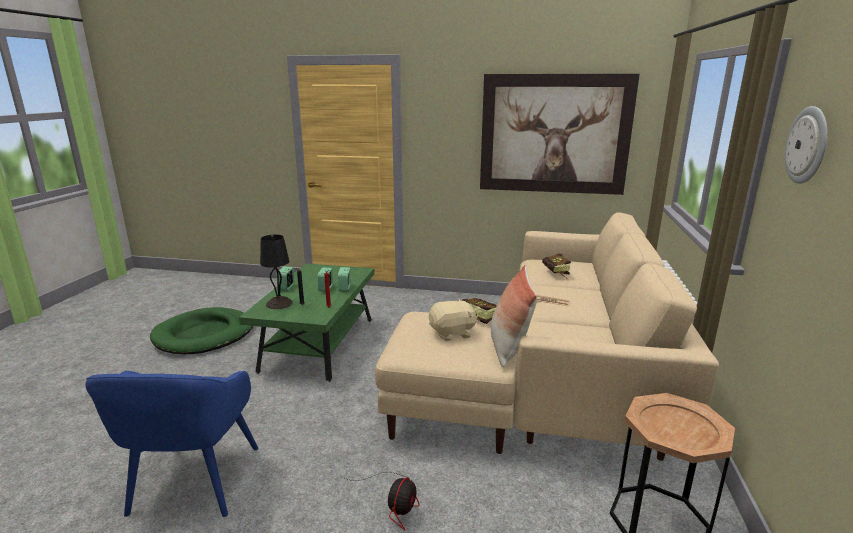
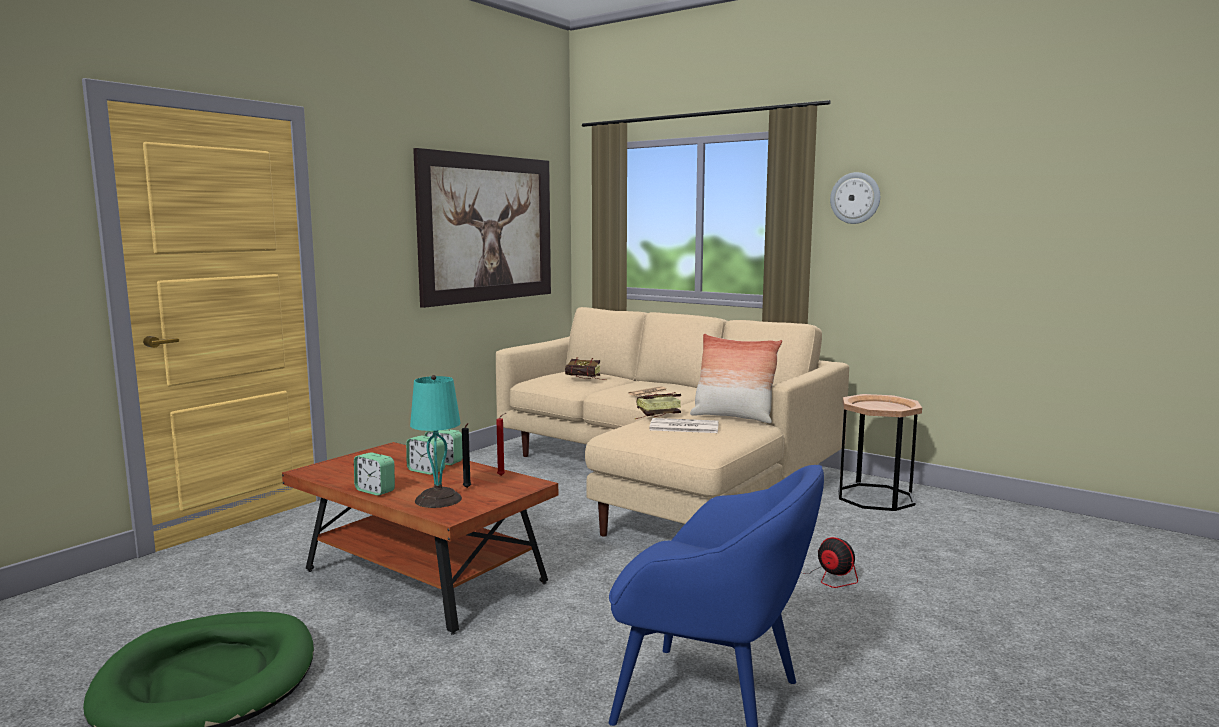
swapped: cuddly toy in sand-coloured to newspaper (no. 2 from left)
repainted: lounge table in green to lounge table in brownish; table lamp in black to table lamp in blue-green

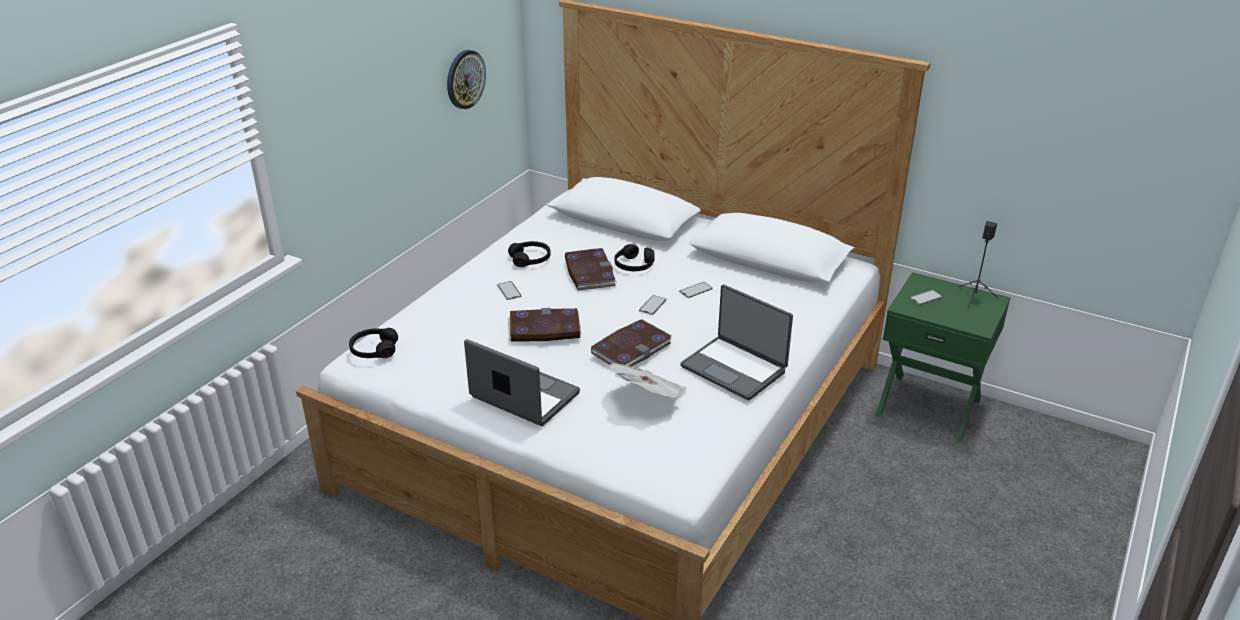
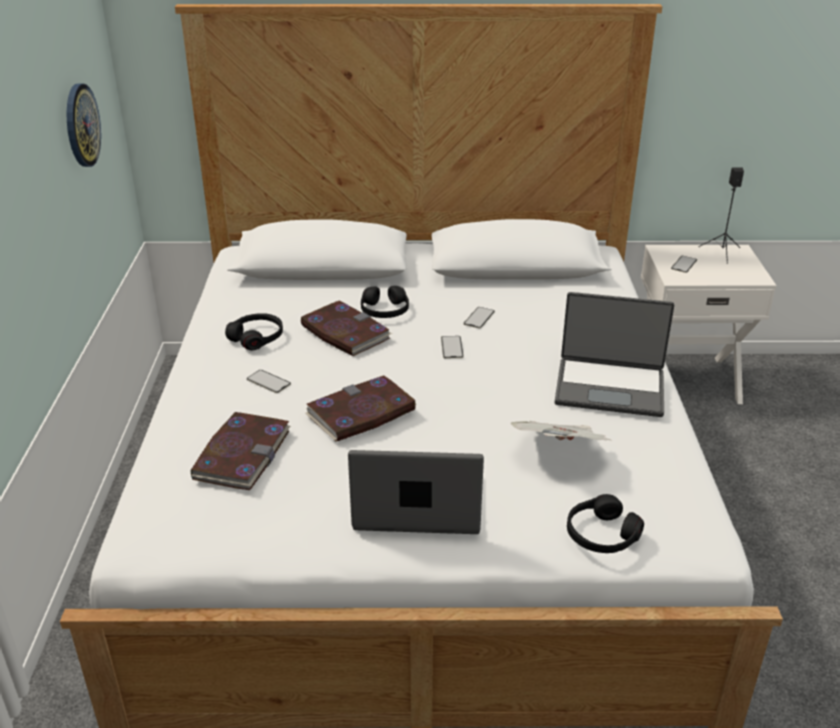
shifted: headset in black (no. 1 from left in the first image) to headset in black (no. 3 from left); bound book (no. 3 from left in the first image) to bound book (no. 1 from left)
repainted: night table in green to night table in white-coloured

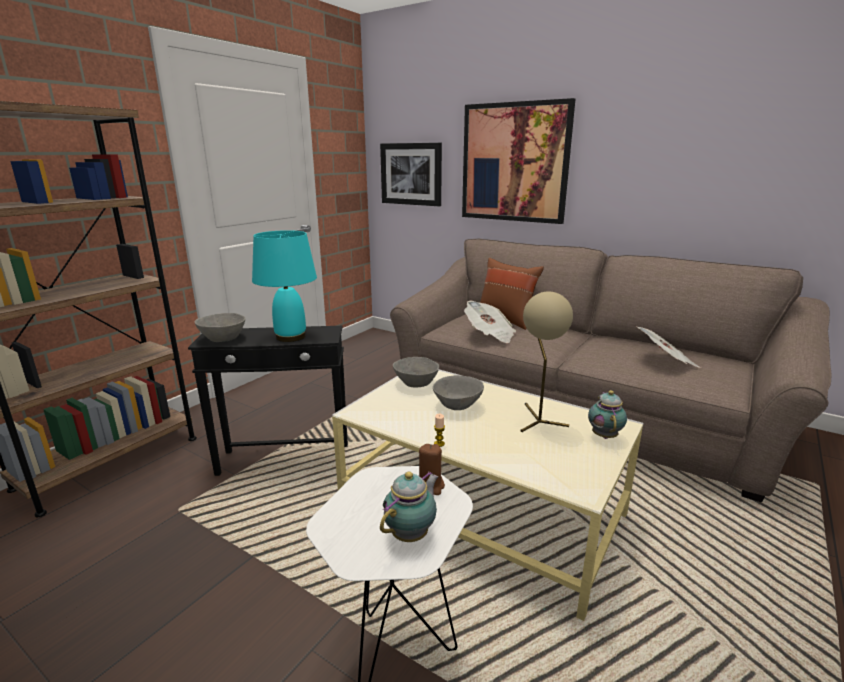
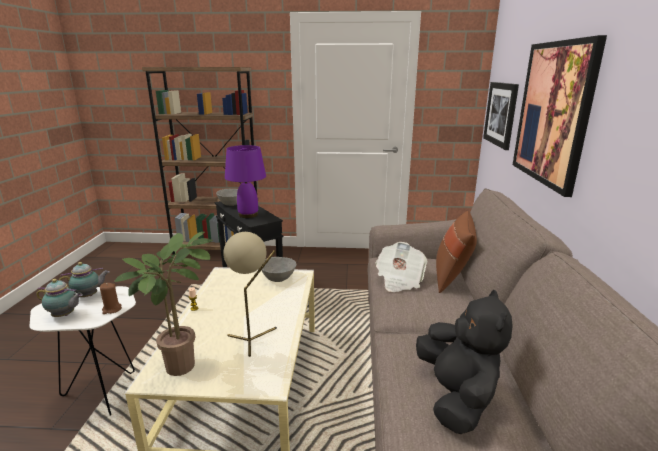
gone: bowl in gray (no. 3 from left)
new: houseplant
shifted: pot for tea (no. 2 from left)
swapped: newspaper (no. 2 from left) to cuddly toy in black
repainted: table lamp in blue-green to table lamp in purplish

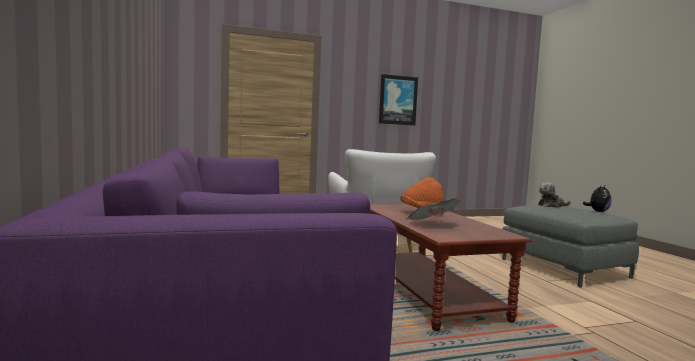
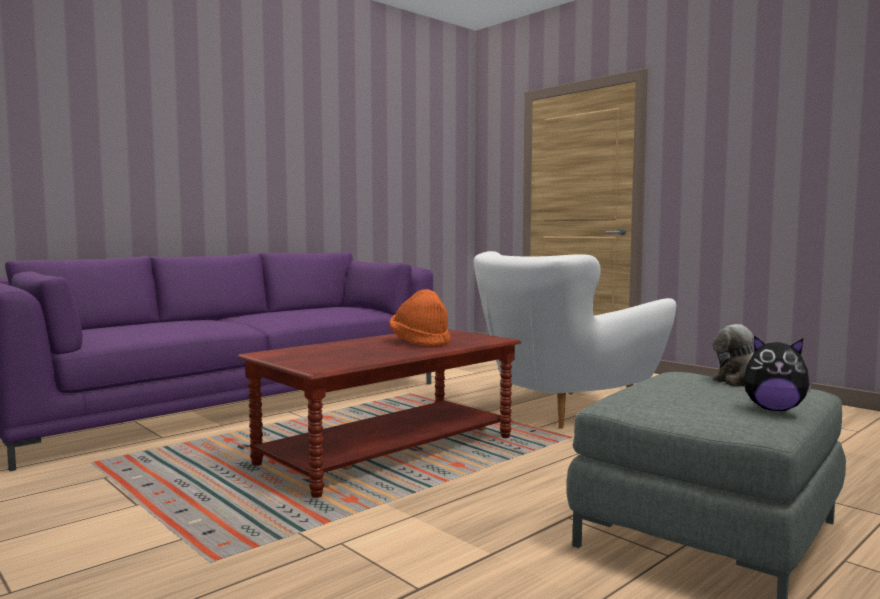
gone: picture; newspaper

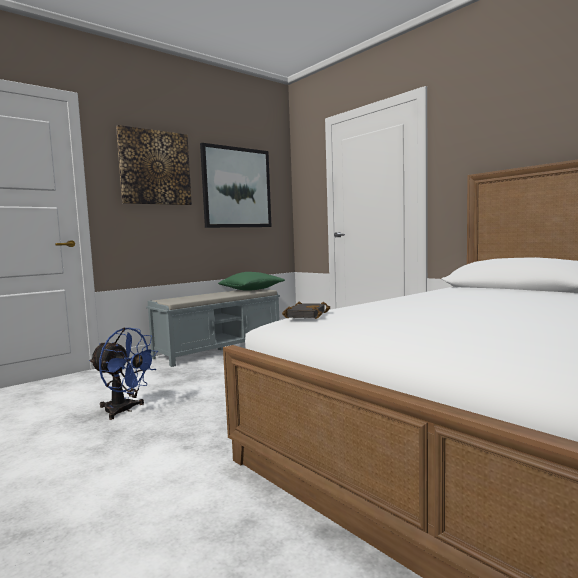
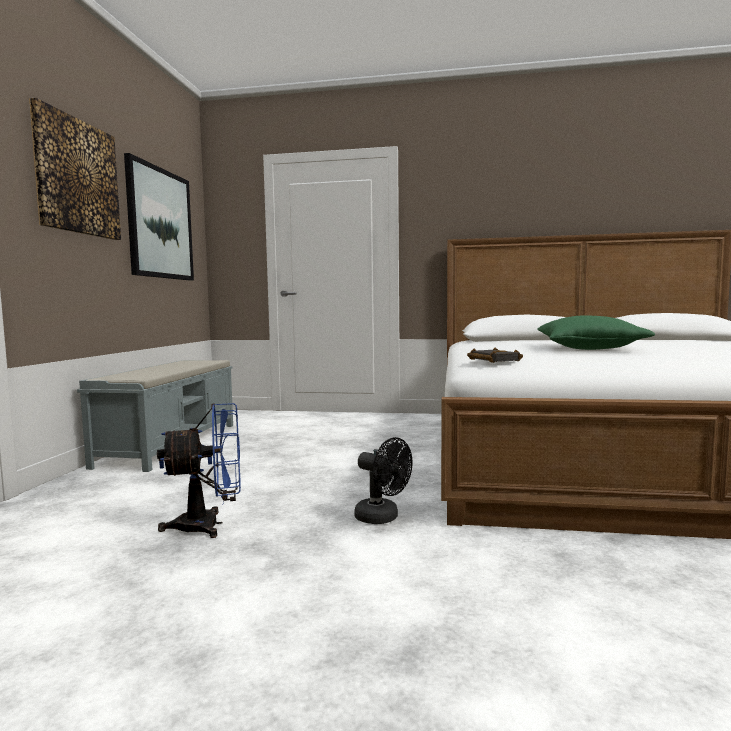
new: cooling fan in black
shifted: pillow in green

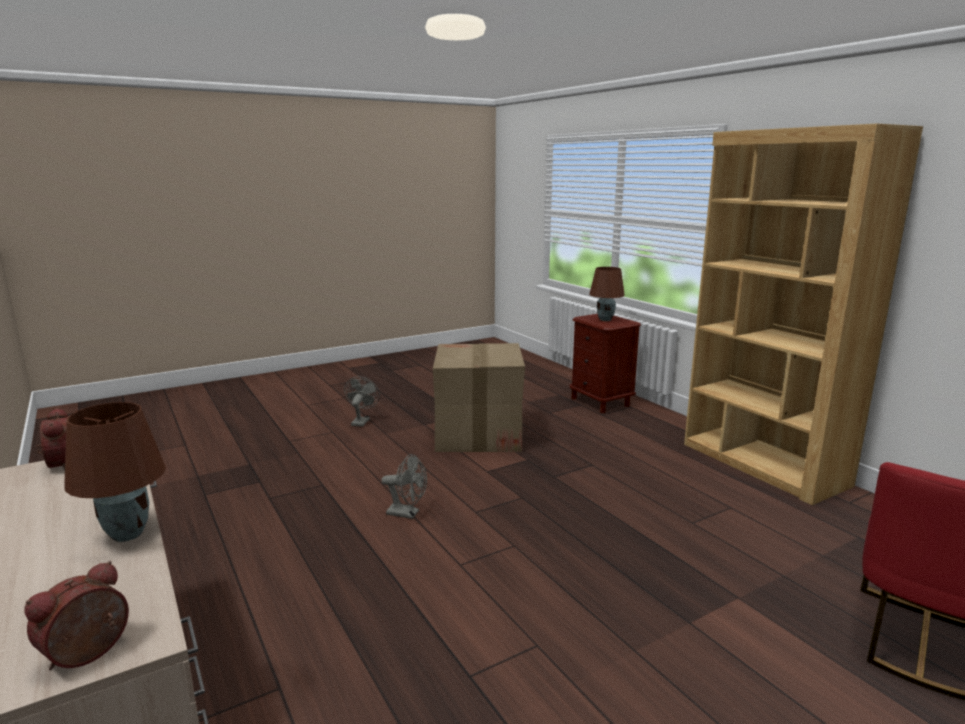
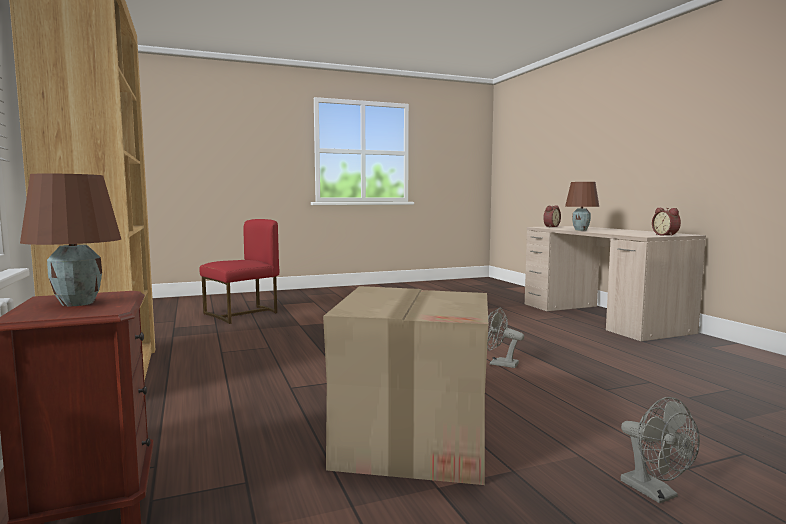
rotated: cooling fan in gray (no. 1 from left in the first image) 45 degrees counterclockwise

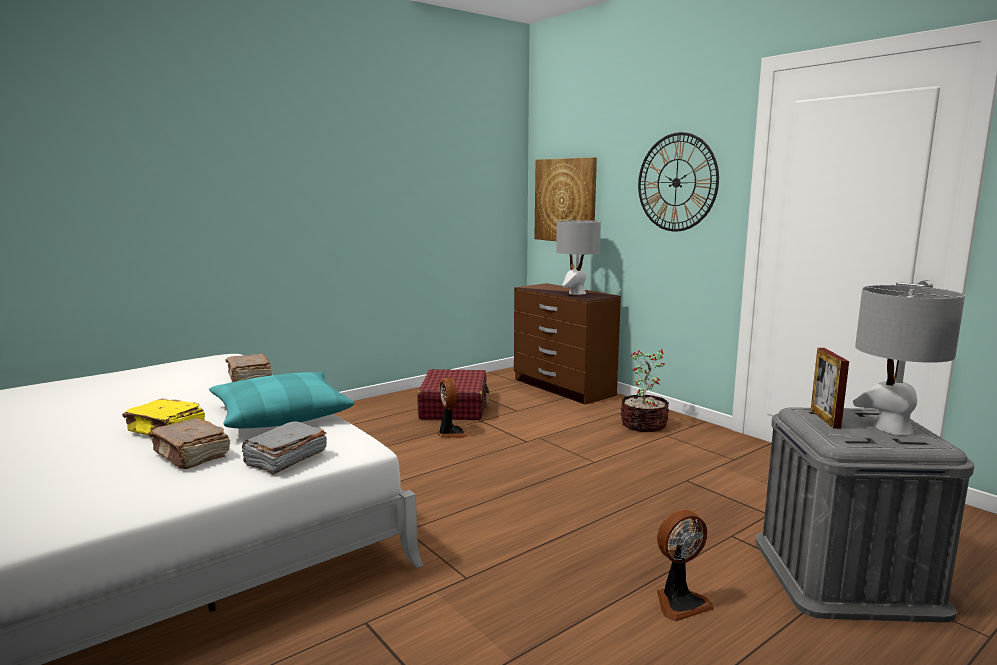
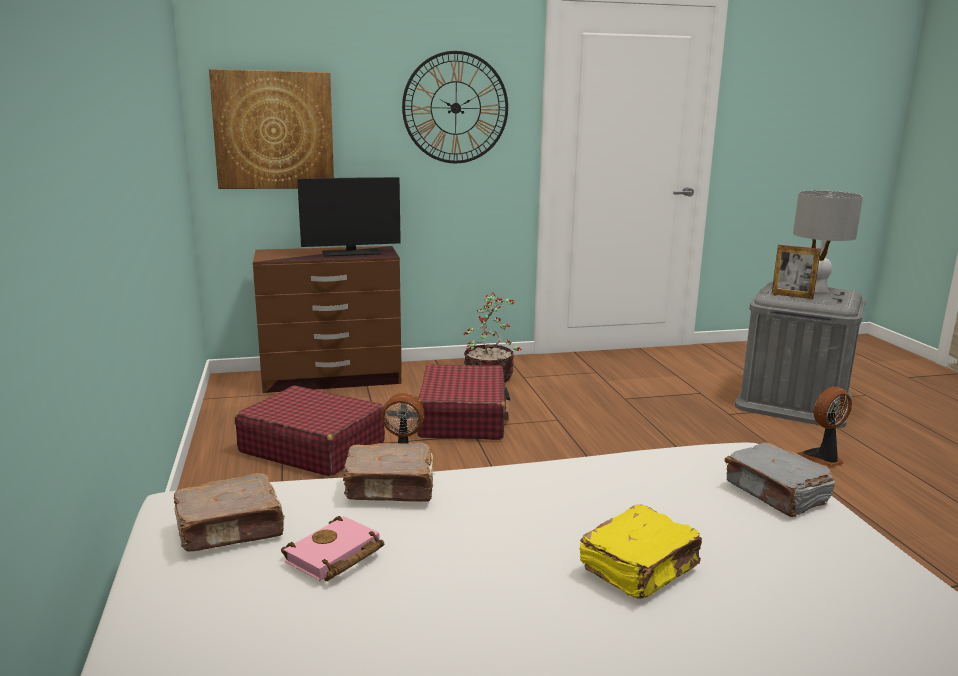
gone: pillow in blue-green
new: bound book in pink; suitcase in reddish (no. 2 from left)
shifted: bound book in brownish (no. 1 from left)
swapped: table lamp in gray (no. 1 from left) to monitor
rotated: cooling fan (no. 2 from left) 120 degrees counterclockwise

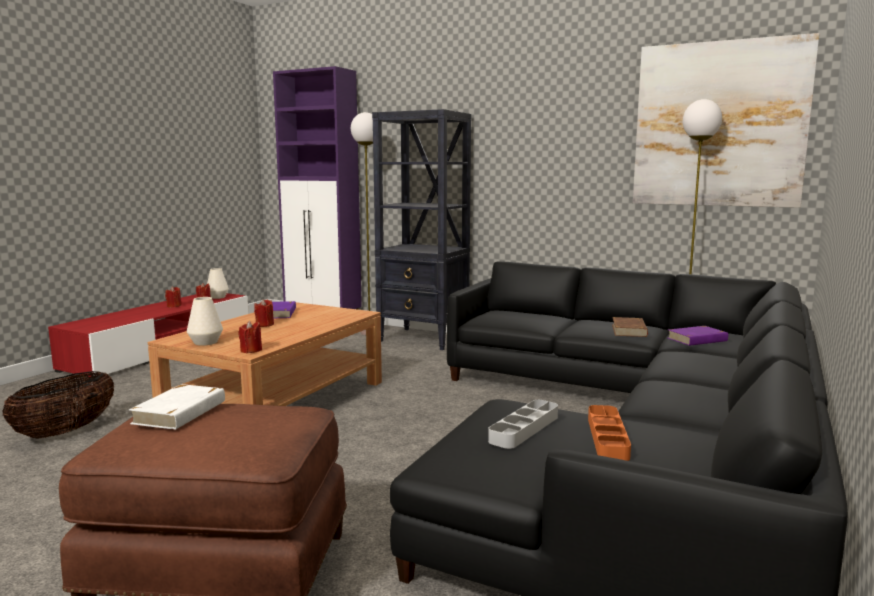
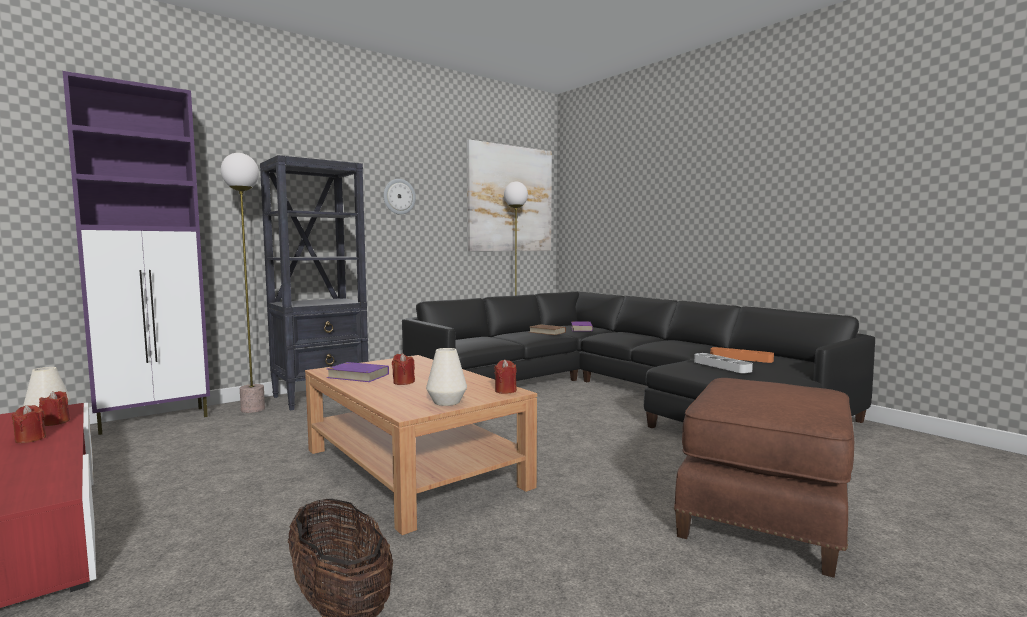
gone: bound book in white-coloured
new: clock on the wall

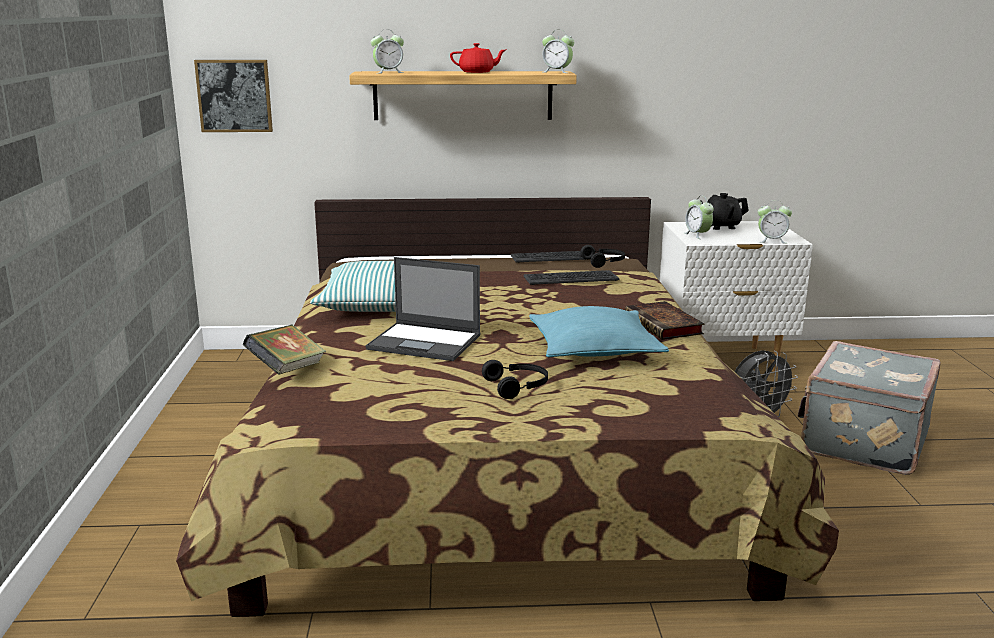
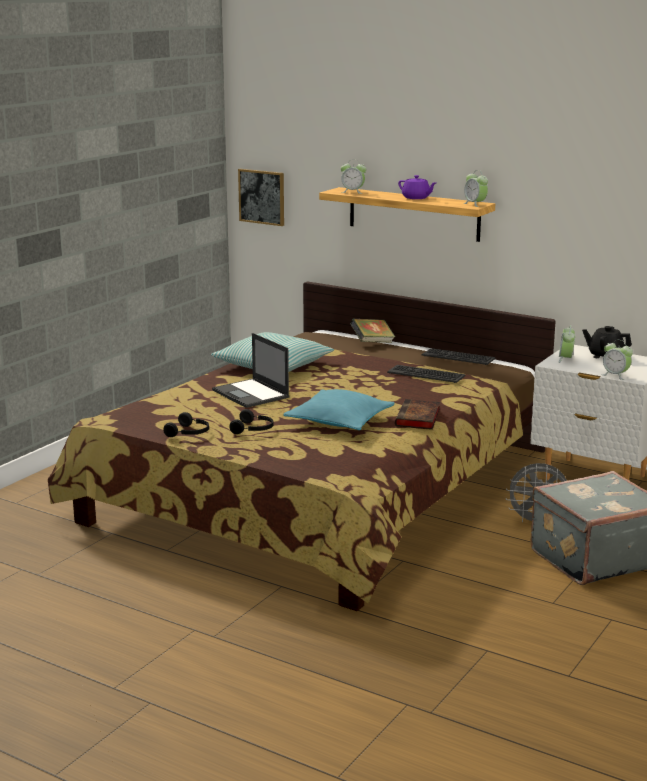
shifted: bound book (no. 1 from left); headset in black (no. 2 from left in the first image) to headset in black (no. 1 from left)
repainted: pot for tea in reddish to pot for tea in purplish

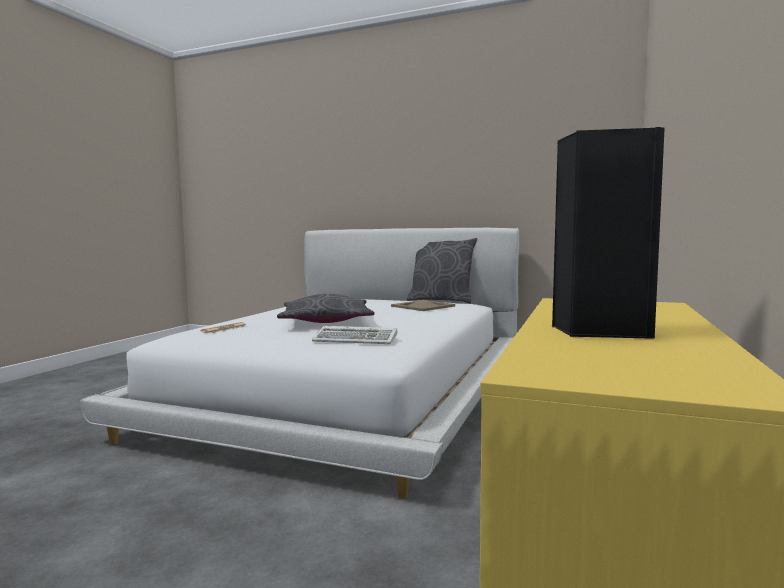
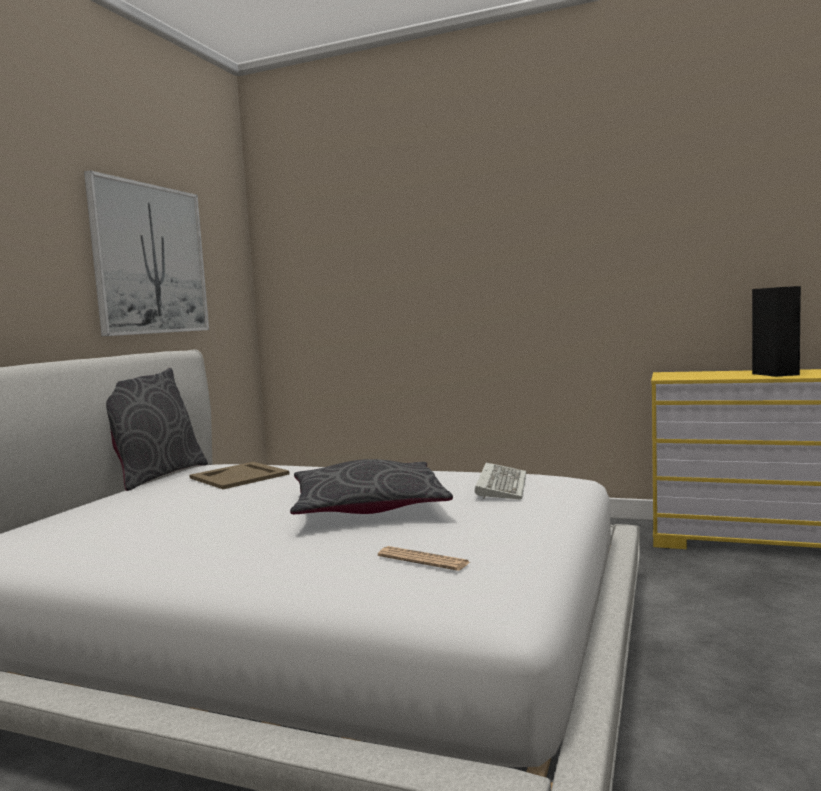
new: picture

